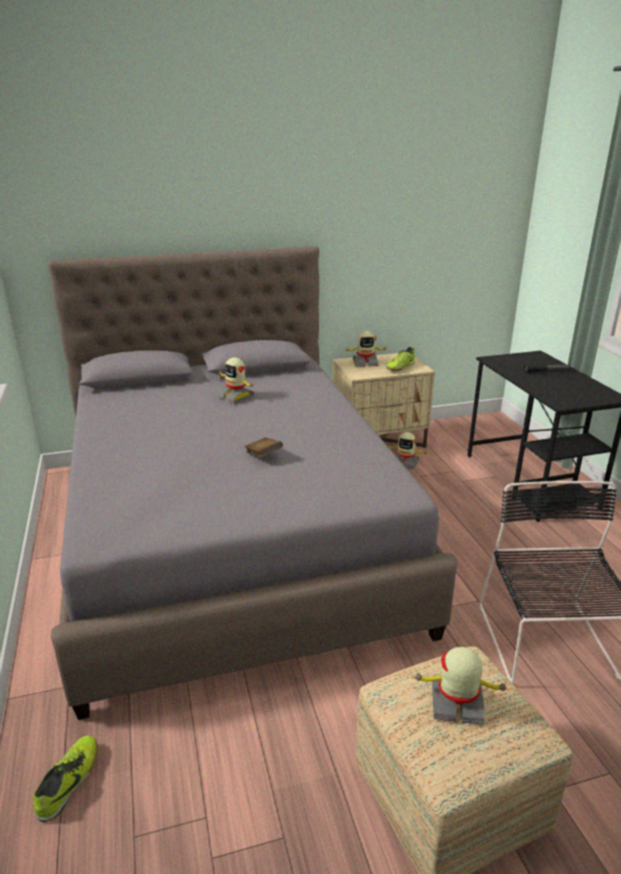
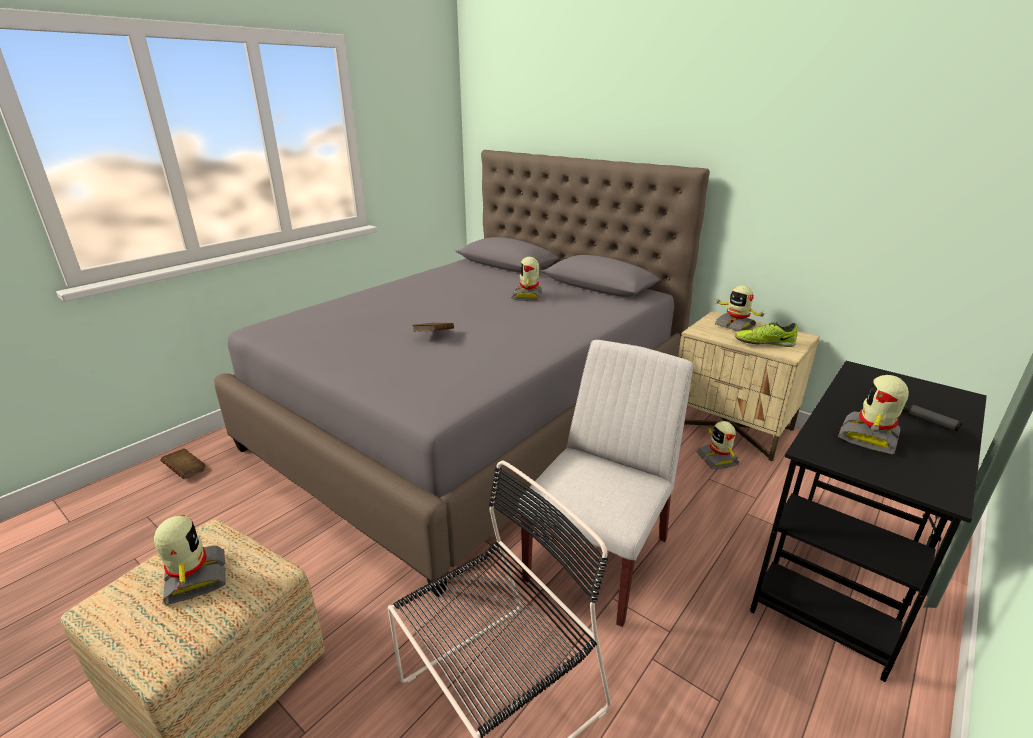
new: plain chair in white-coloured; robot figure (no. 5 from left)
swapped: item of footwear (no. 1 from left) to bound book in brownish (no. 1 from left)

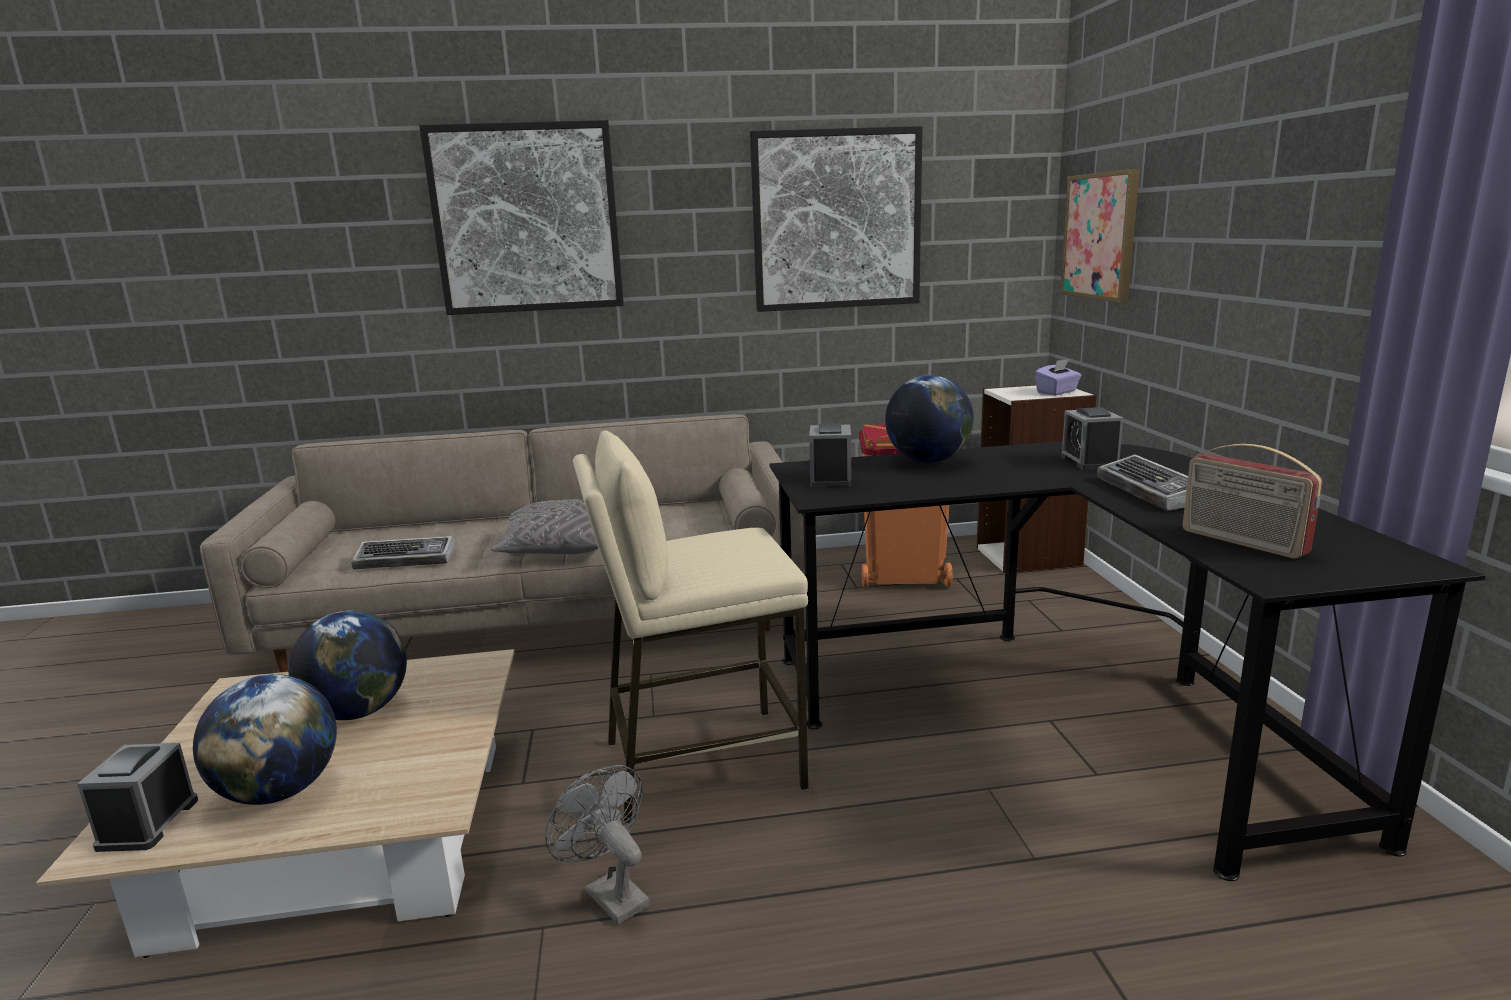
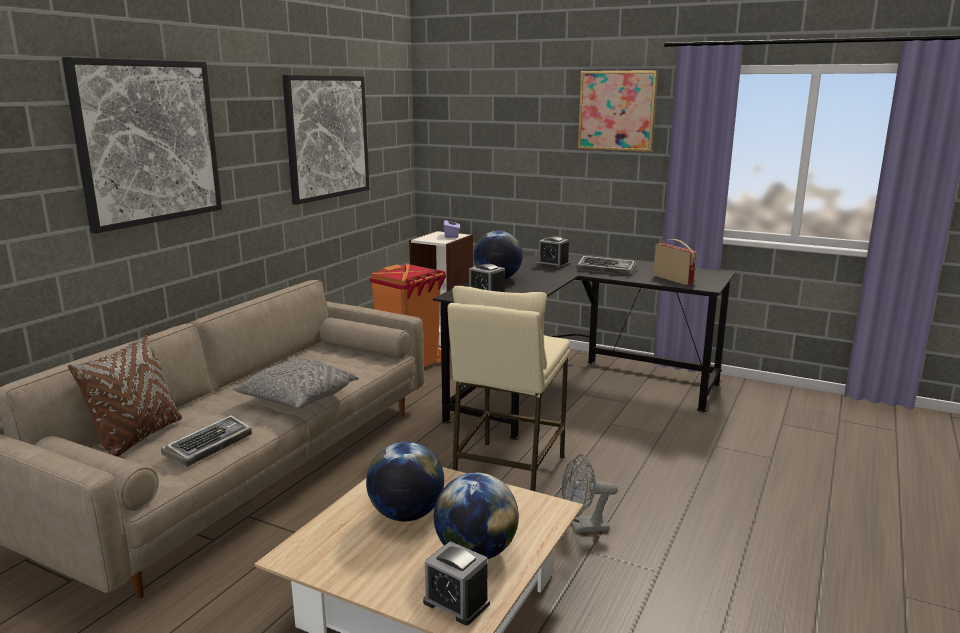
new: pillow in brownish
shifted: picture (no. 3 from left)
rotated: radio receiver 120 degrees counterclockwise

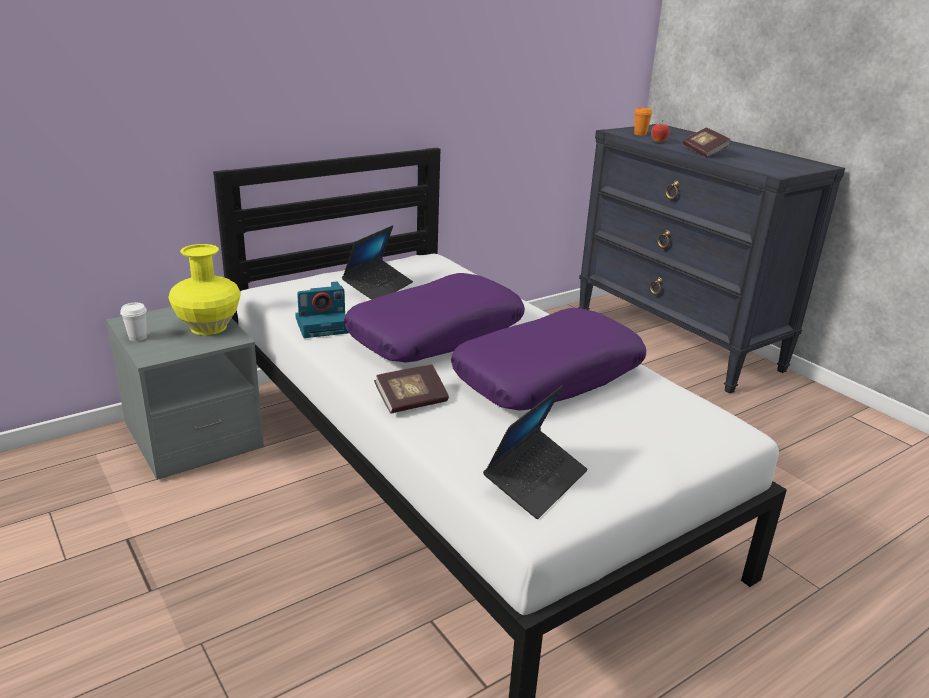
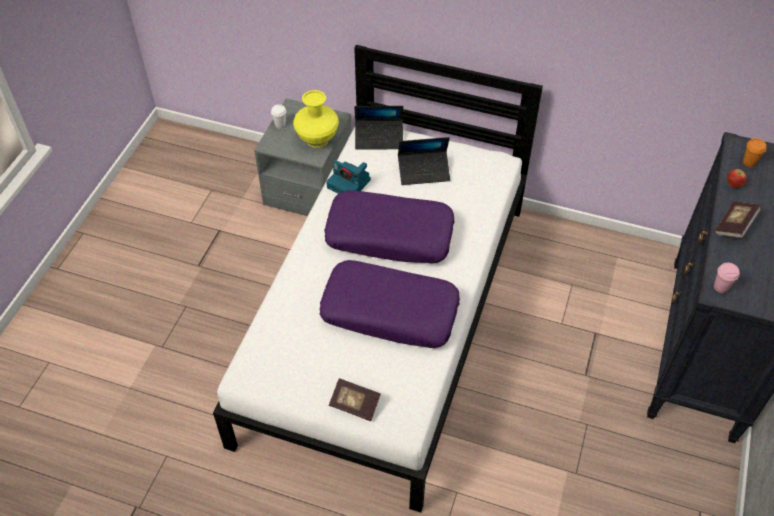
new: small cup in pink
shifted: bound book (no. 1 from left); laptop (no. 2 from left in the first image) to laptop (no. 1 from left)

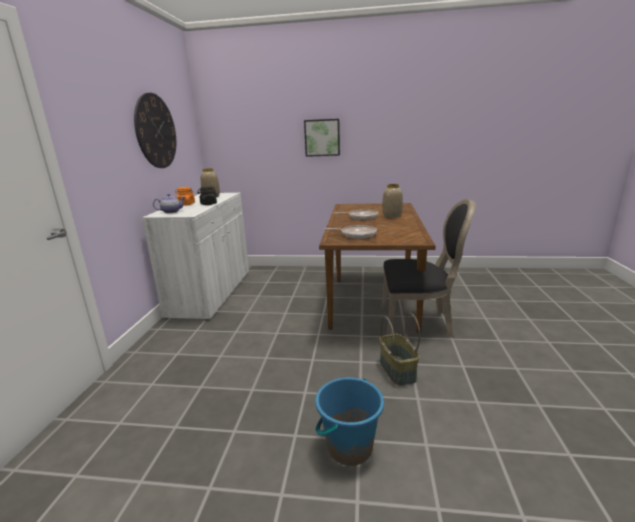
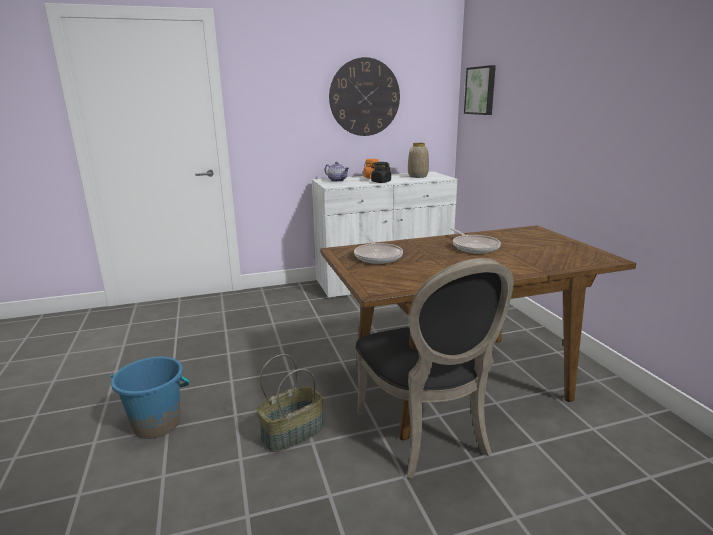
gone: flower vase (no. 2 from left)
shifted: picture

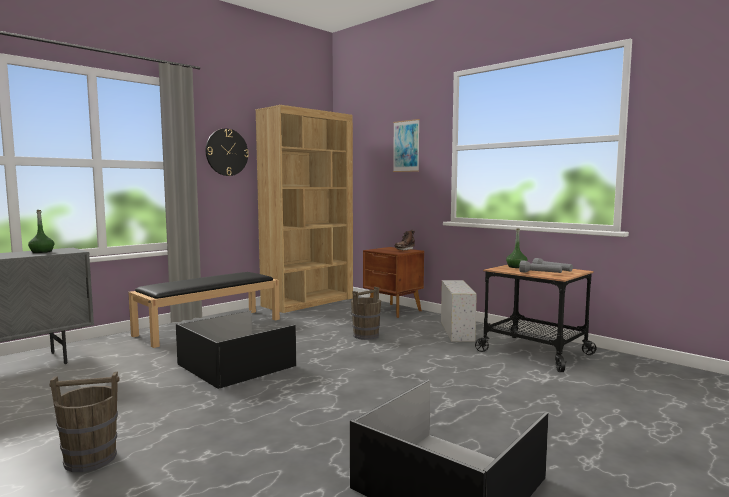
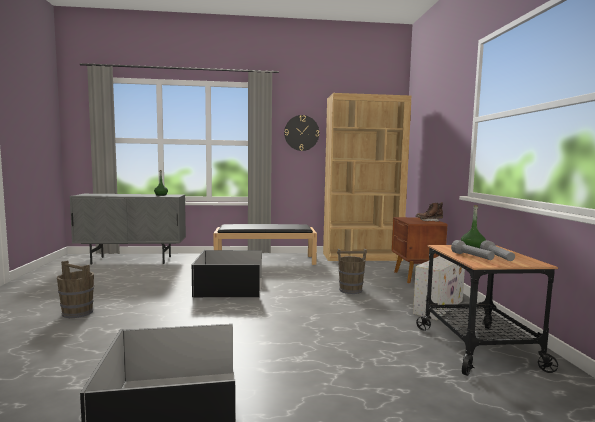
gone: picture

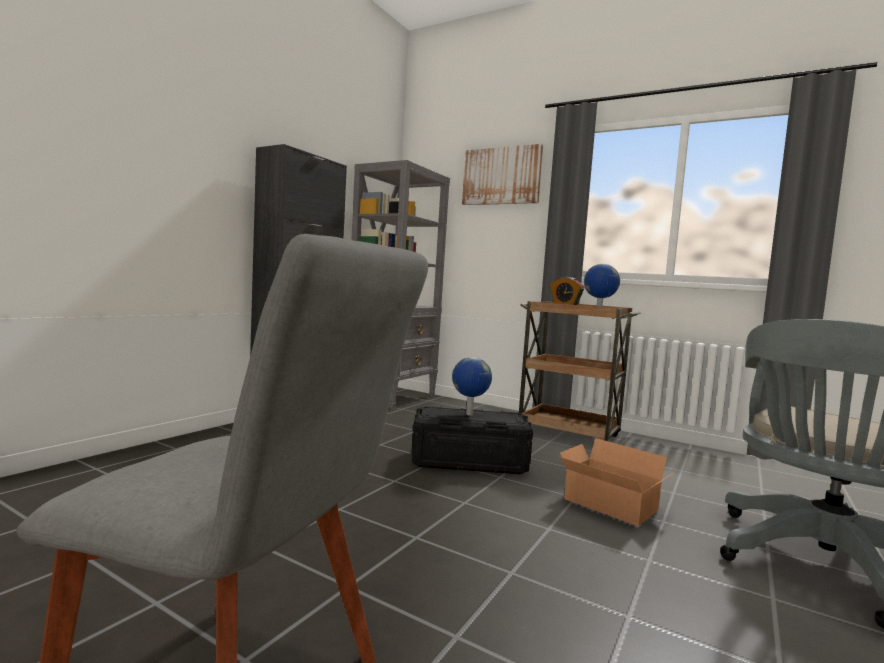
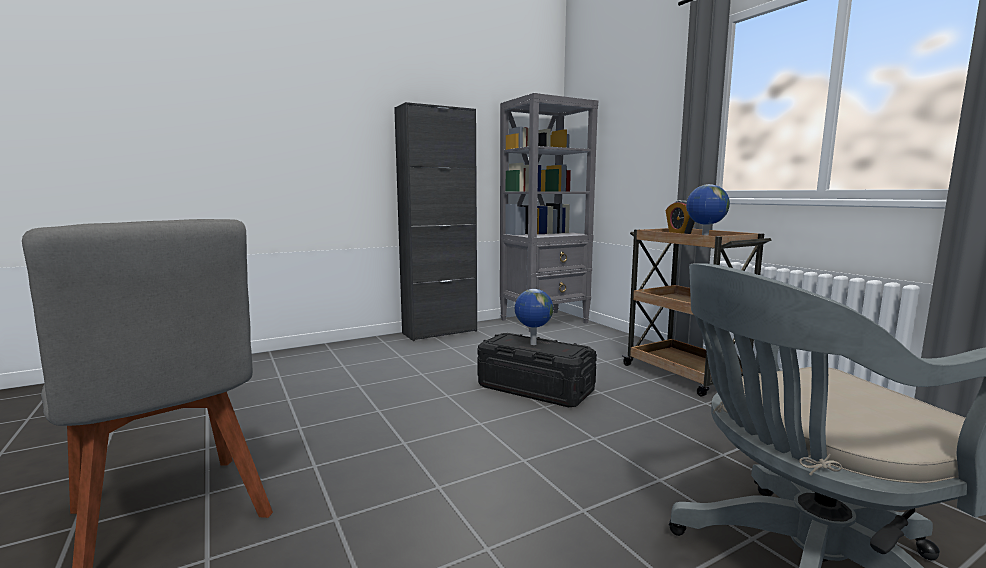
gone: picture; cardboard box

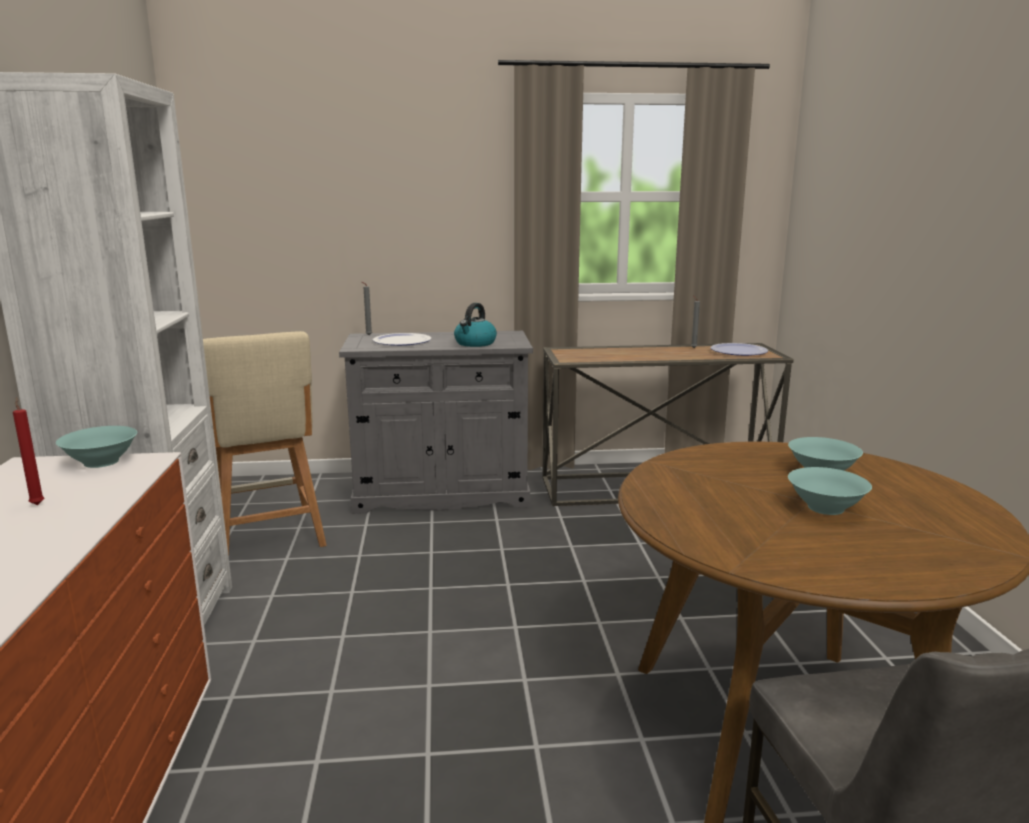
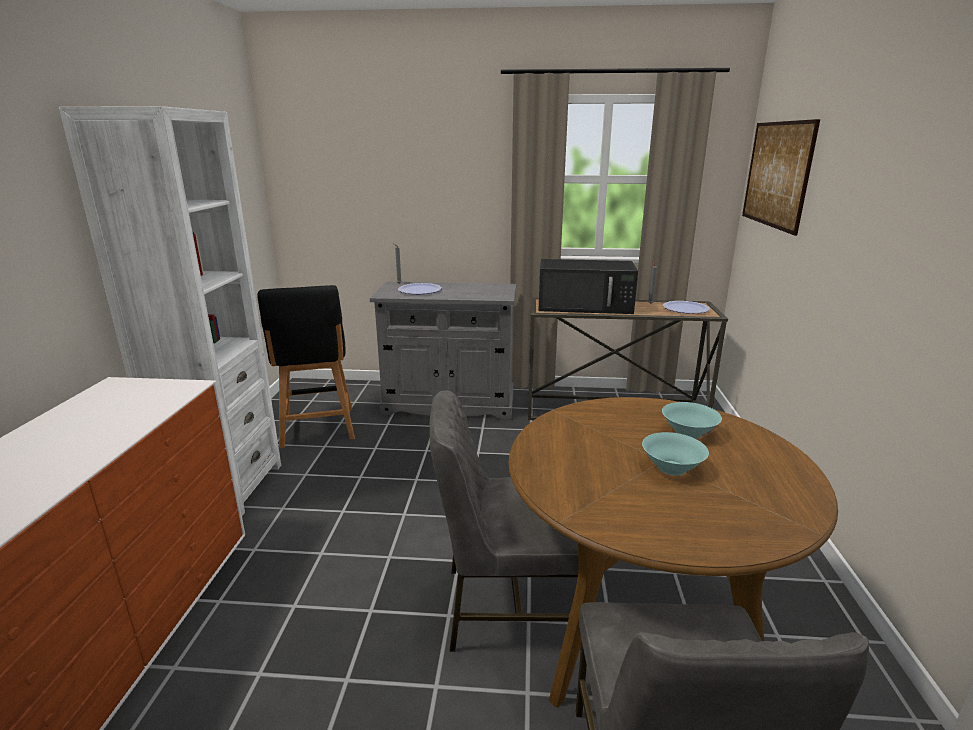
gone: wax candle in reddish; bowl in blue-green (no. 1 from left); kettle
new: plain chair in gray (no. 1 from left); kitchen microwave in black; picture
repainted: stool seat in sand-coloured to stool seat in black

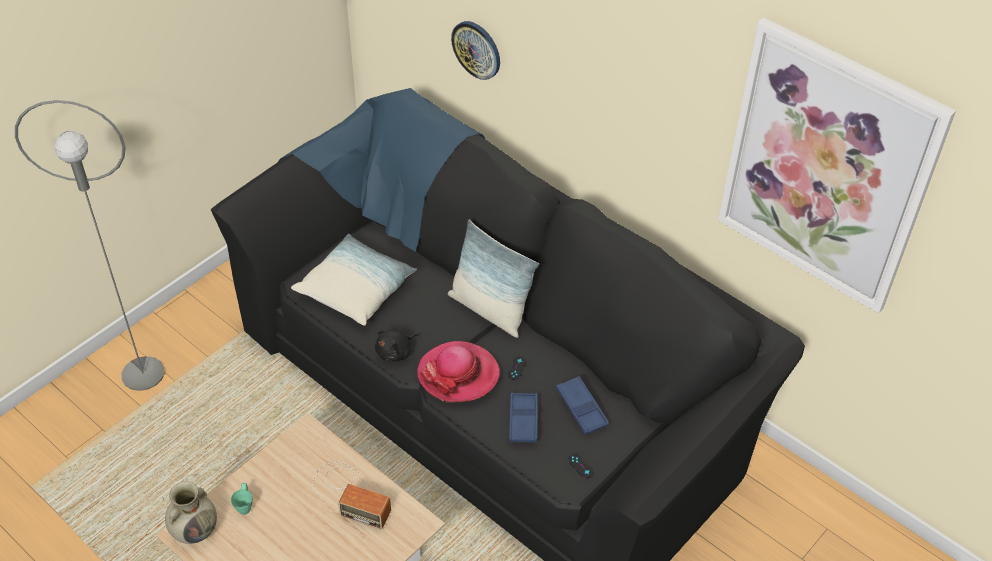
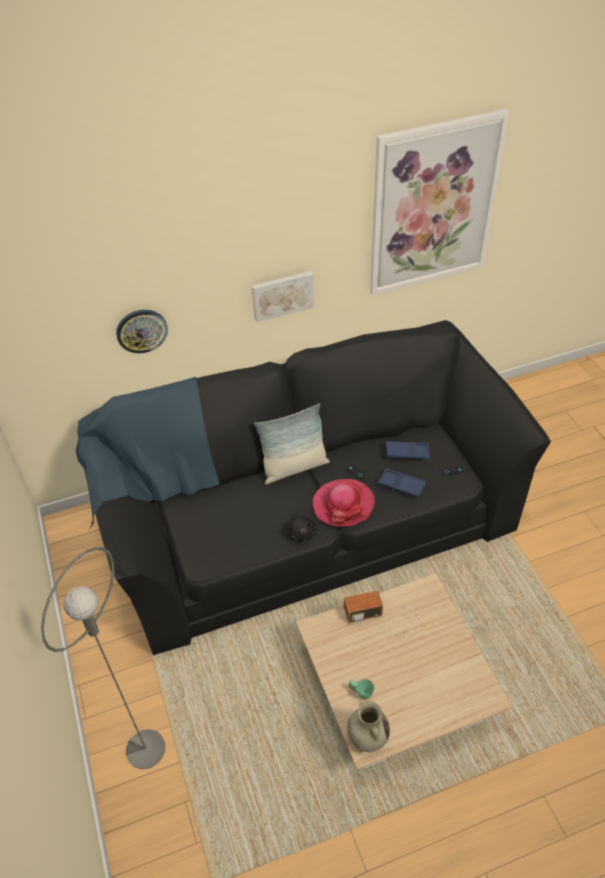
gone: pillow (no. 1 from left)
new: picture (no. 1 from left)
rotated: radio receiver 150 degrees counterclockwise

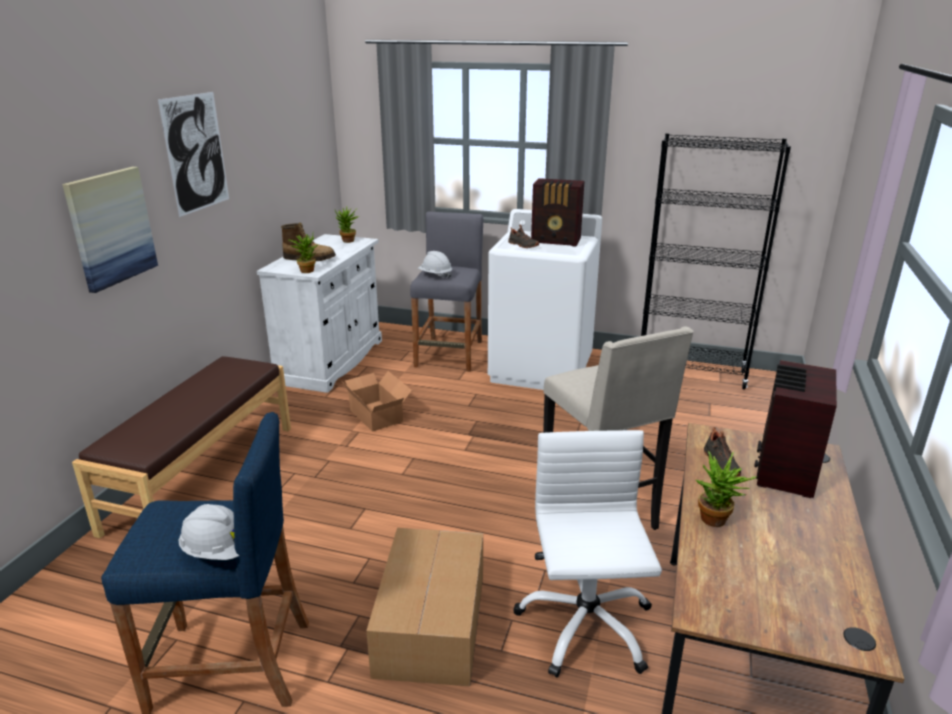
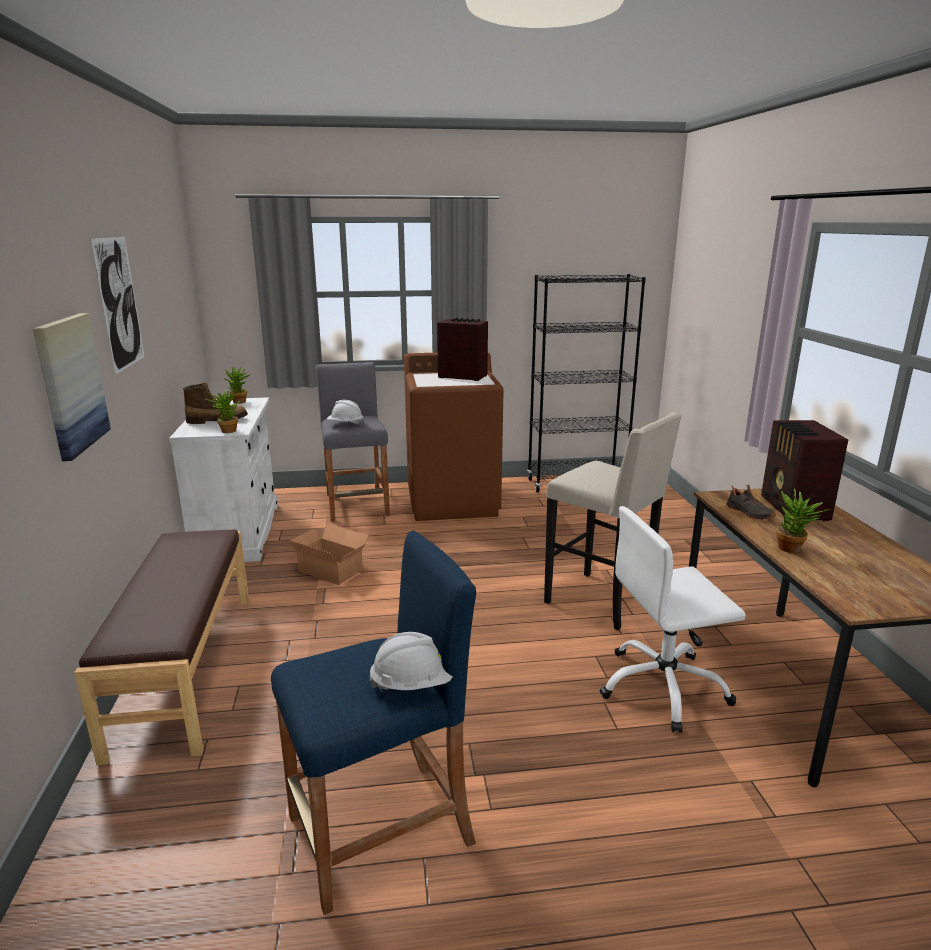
gone: cardboard box (no. 2 from left); item of footwear in black (no. 1 from left)
repainted: laundry appliance in white-coloured to laundry appliance in brownish
rotated: office chair in white-coloured 75 degrees counterclockwise; radio receiver (no. 1 from left) 150 degrees counterclockwise

